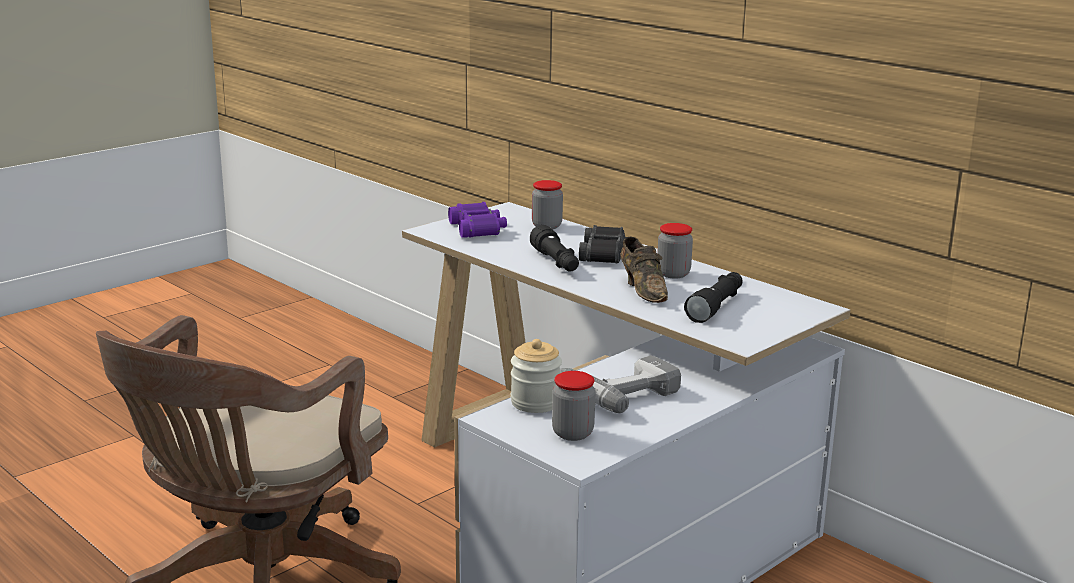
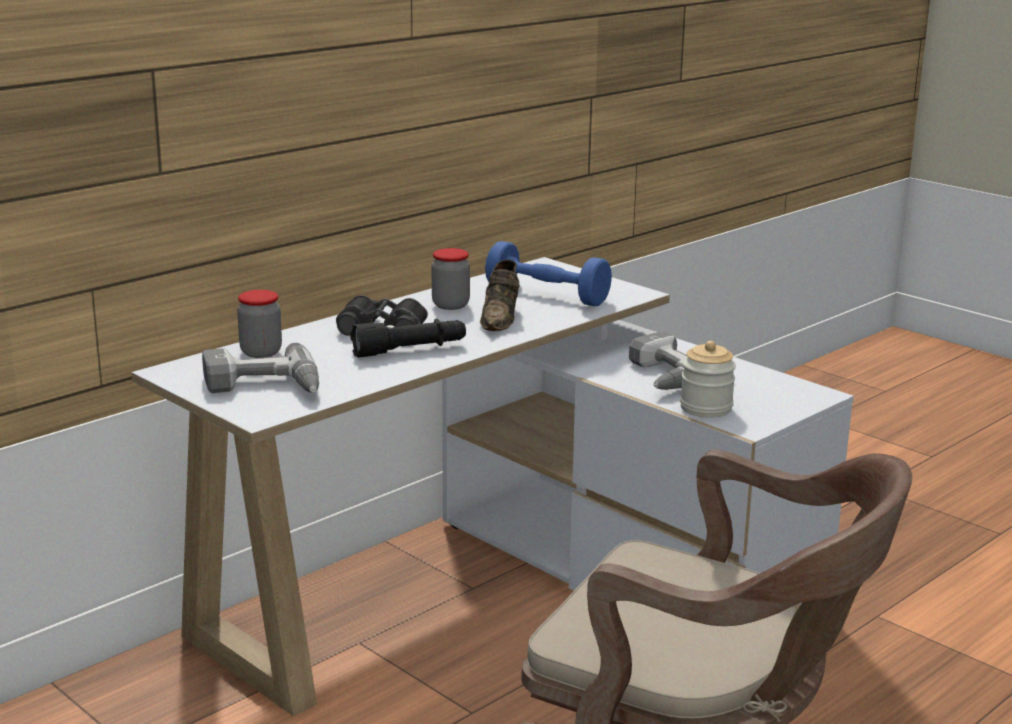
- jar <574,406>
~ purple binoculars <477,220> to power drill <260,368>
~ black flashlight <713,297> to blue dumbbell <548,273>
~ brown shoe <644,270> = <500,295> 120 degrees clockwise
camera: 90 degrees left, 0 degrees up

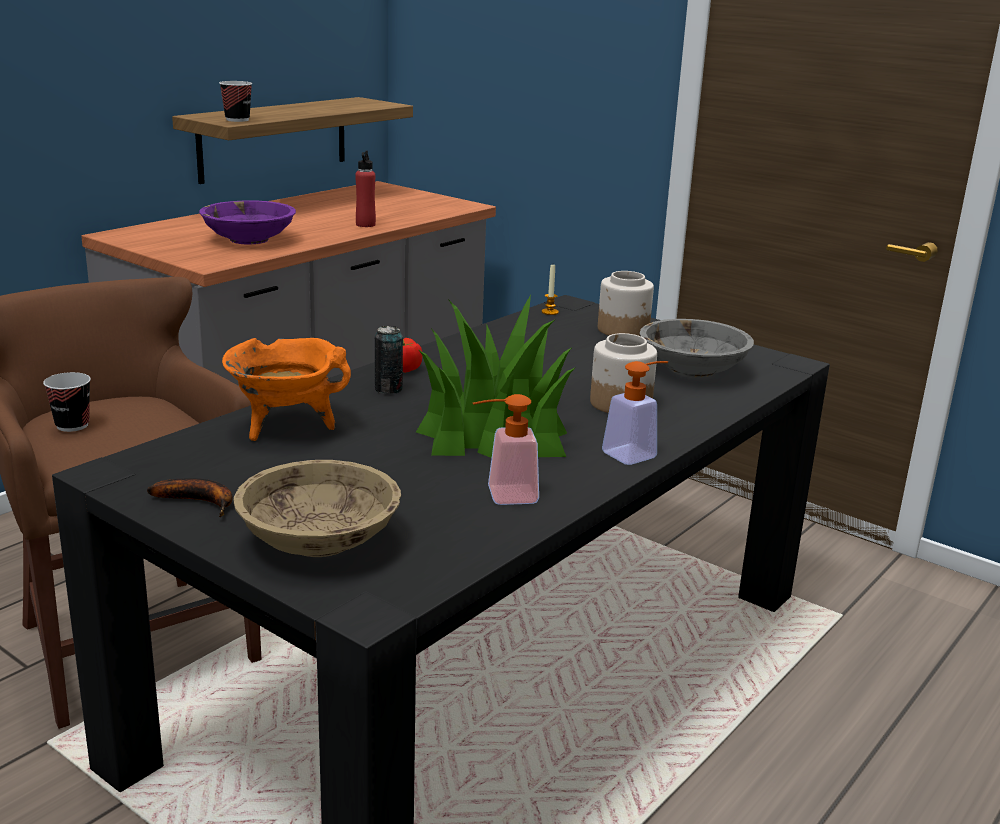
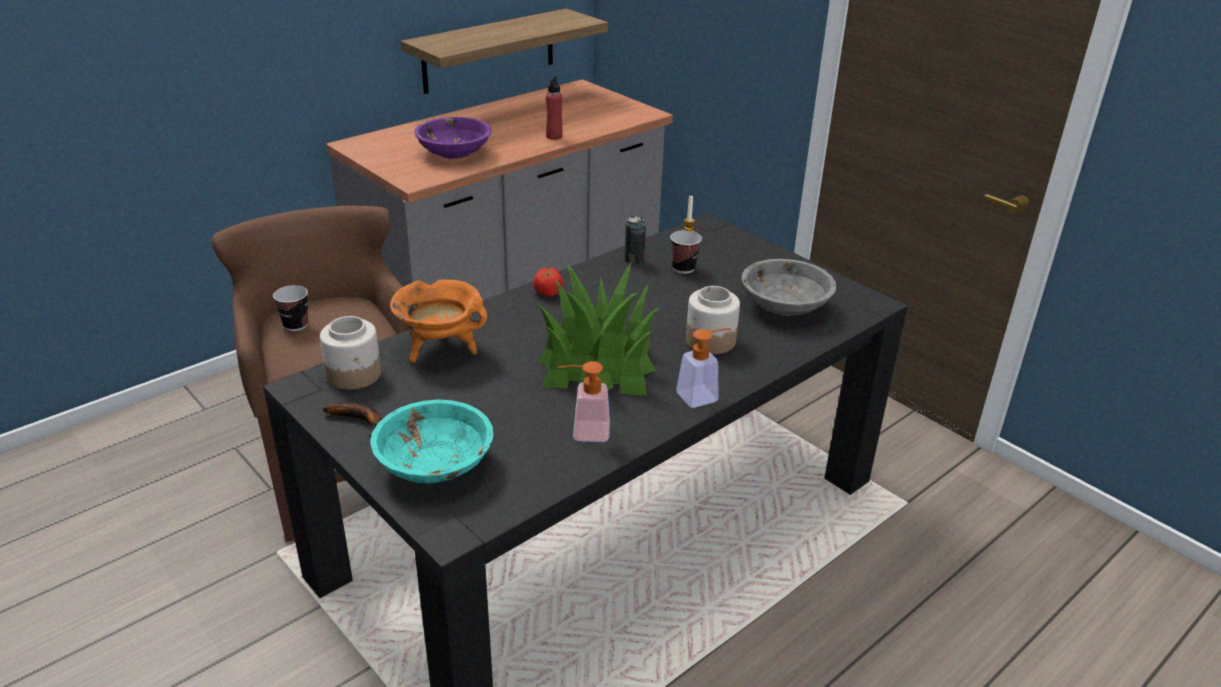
~ cup <235,101> to <686,252>
~ can <389,360> to <635,240>
~ jar <626,303> to <350,353>
~ beige bowl <317,508> to turquoise bowl <431,441>
camera: 10 degrees right, 10 degrees up

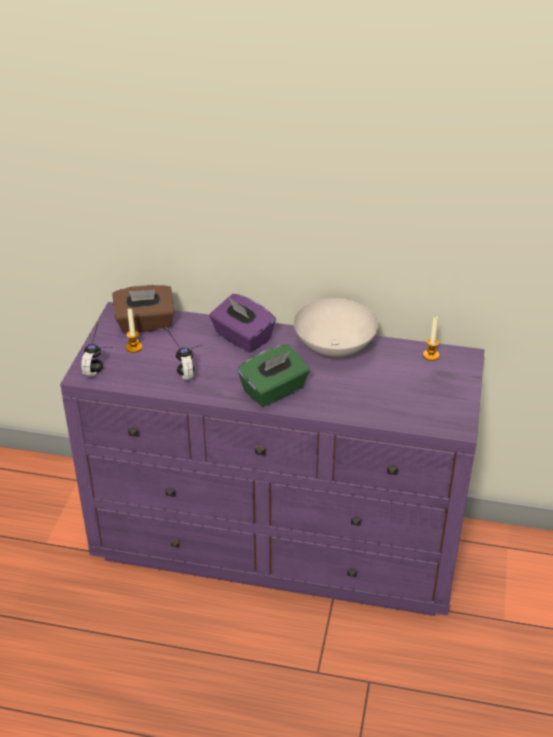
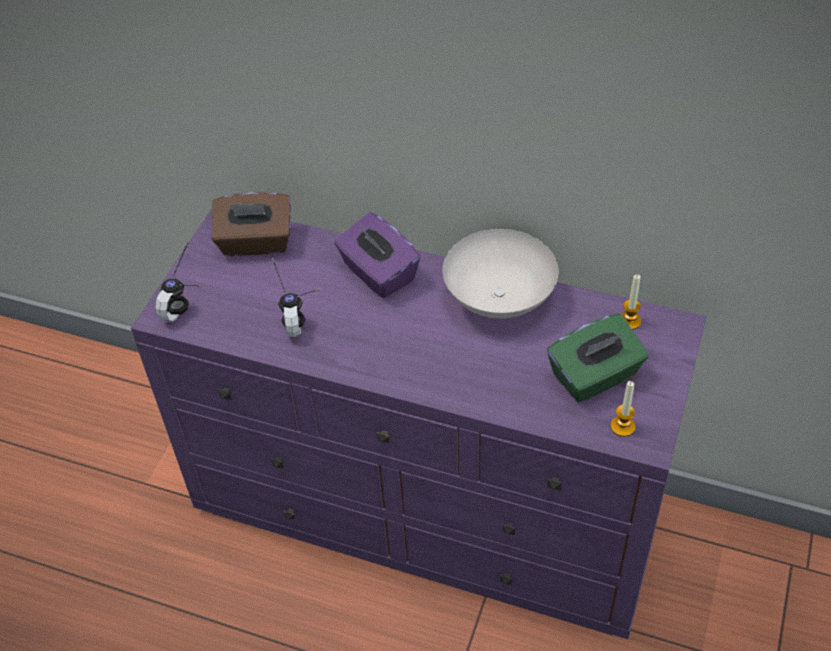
~ candle <134,331> to <623,409>
~ green tissue box <273,375> to <597,358>
camera: 10 degrees right, 10 degrees up

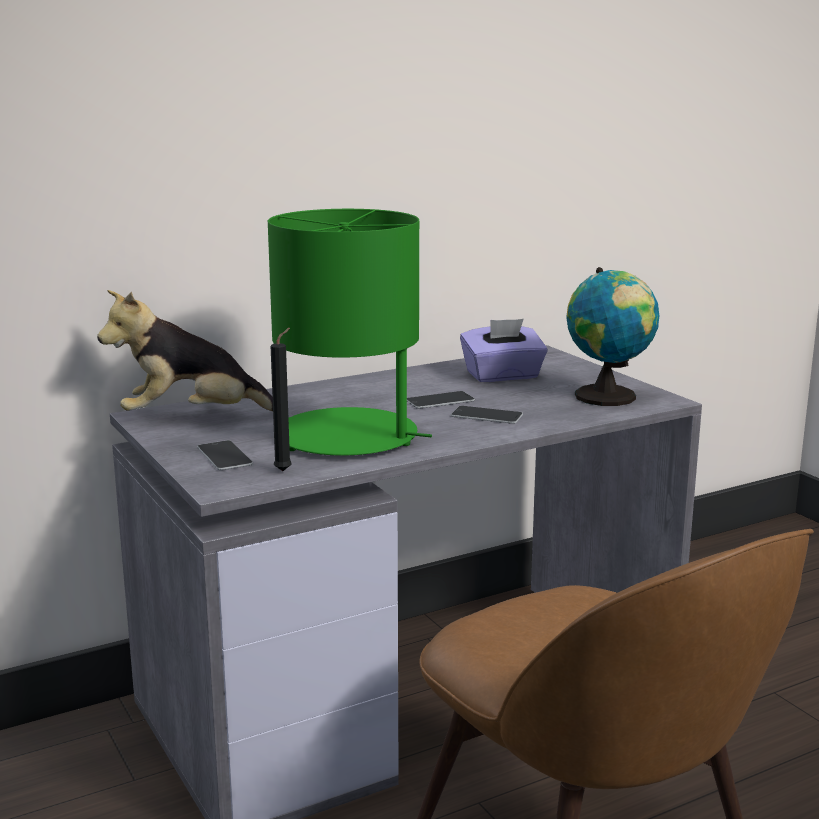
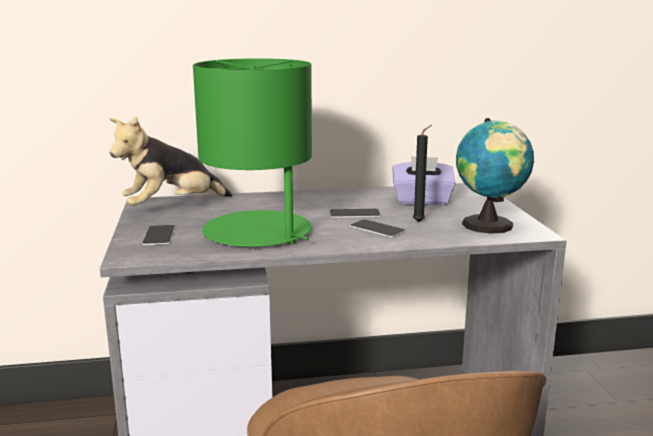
~ black candle <281,399> to <422,173>
~ plush toy <185,350> = <170,161> 45 degrees counterclockwise
camera: 20 degrees right, 0 degrees up

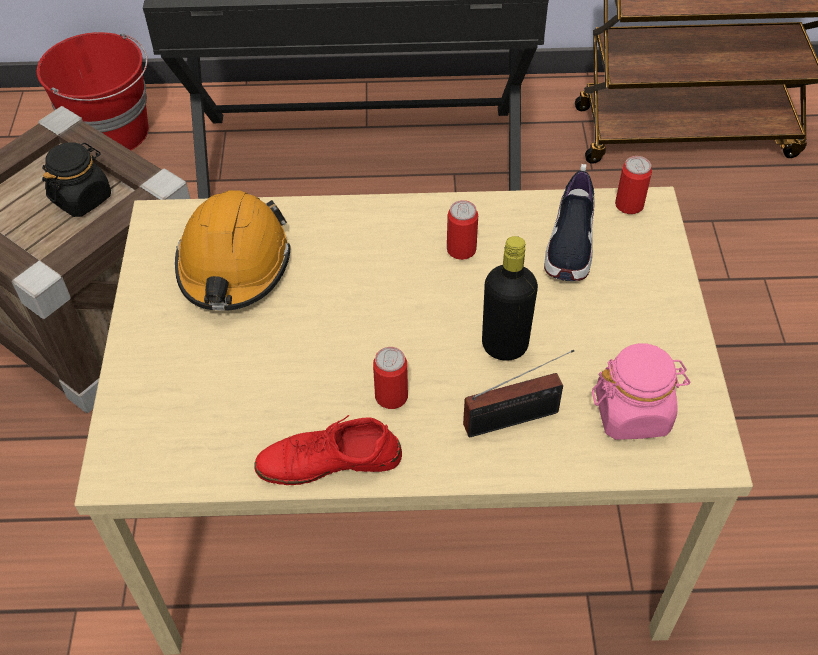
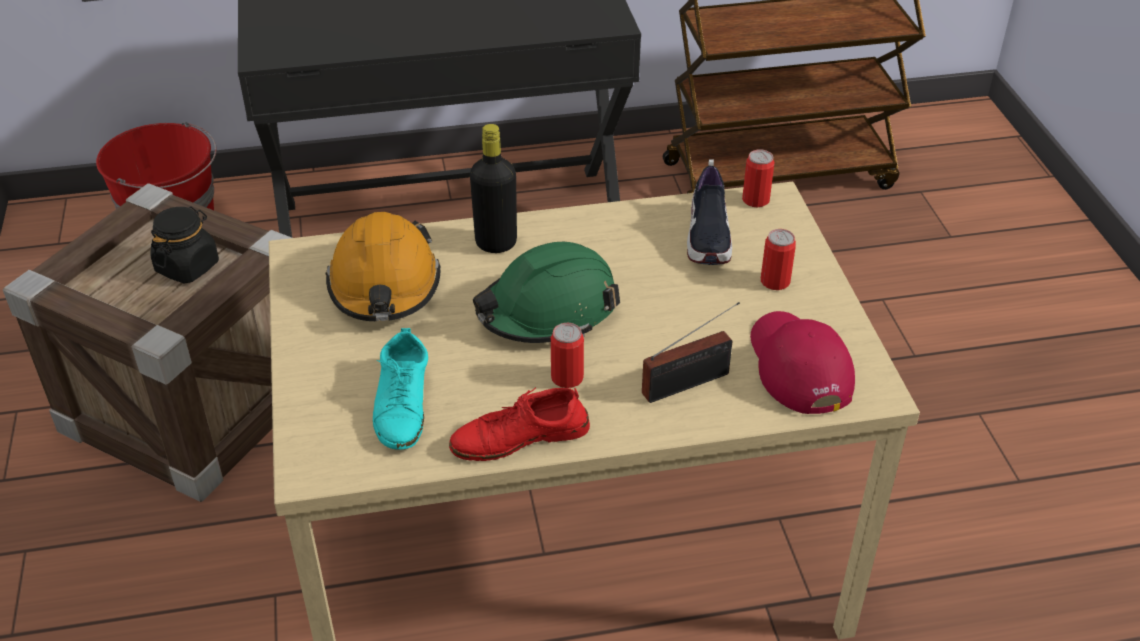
+ turquoise shoe <400,389>
+ green hard hat <546,292>
~ can <462,230> to <778,259>
~ black bottle <510,298> to <493,188>
~ pink jar <641,391> to red cap <802,362>
camera: 10 degrees left, 10 degrees down

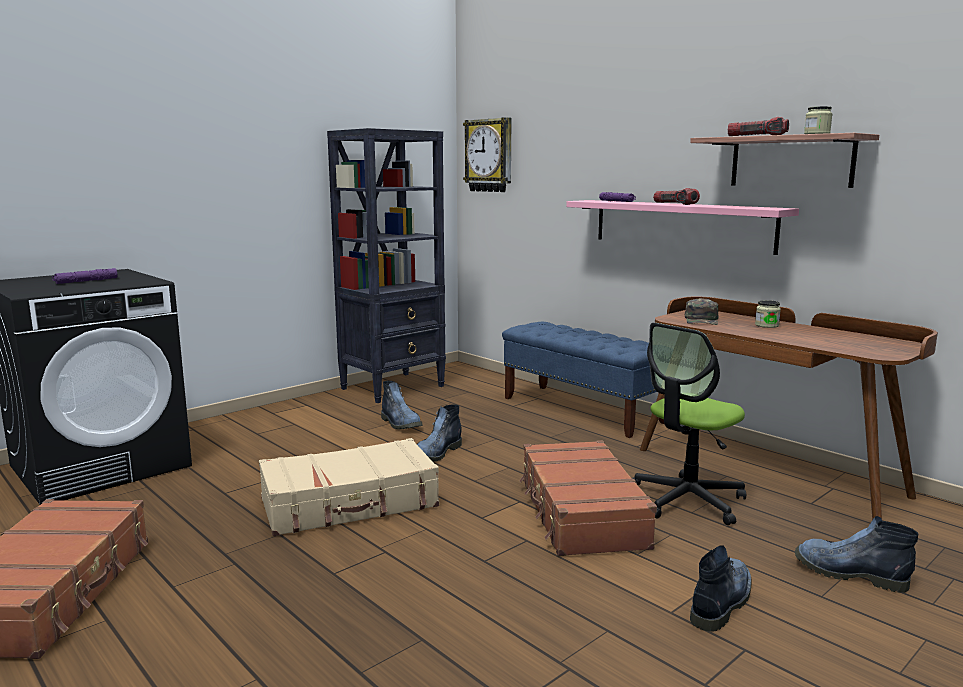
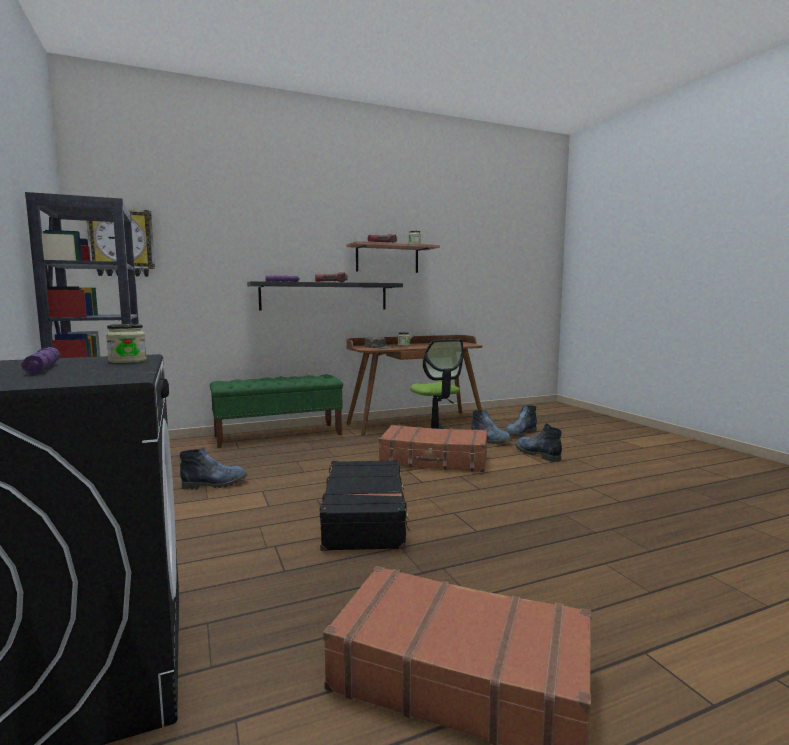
+ jar <126,343>
~ boot <439,433> to <491,427>
~ beige suitcase <349,487> to black suitcase <366,505>
~ blue bench <583,379> to green bench <276,411>
~ pink shelf <682,227> to black shelf <325,296>
camera: 70 degrees left, 5 degrees down

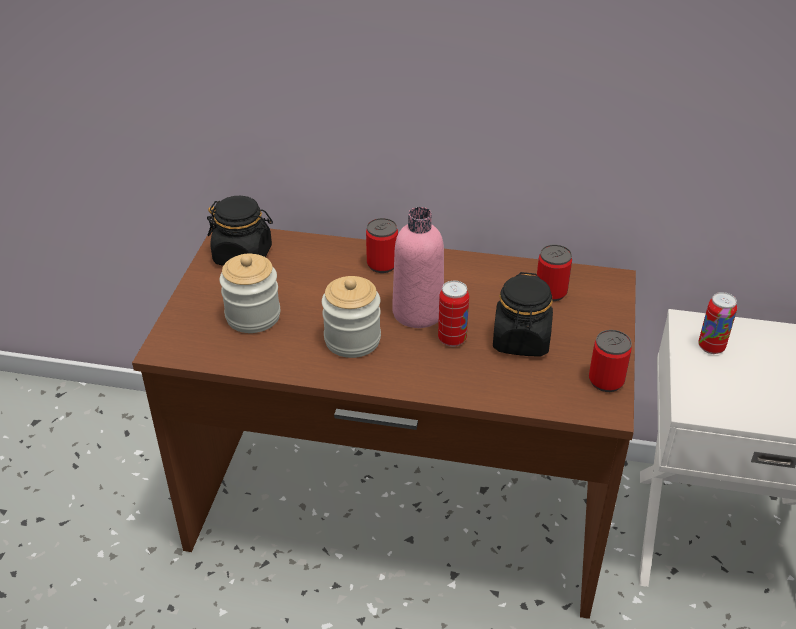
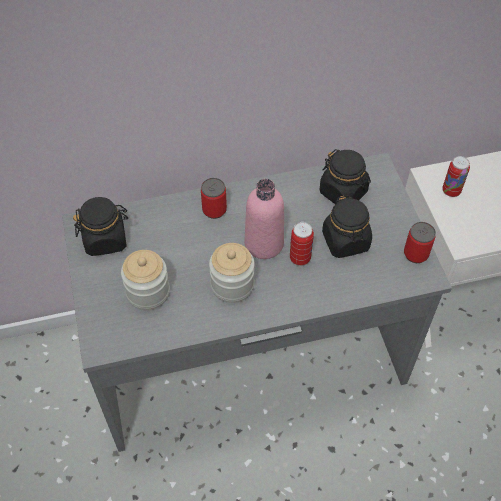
~ can <554,273> to black jar <345,176>
~ brown desk <384,424> to grey desk <257,302>
camera: 25 degrees left, 15 degrees up

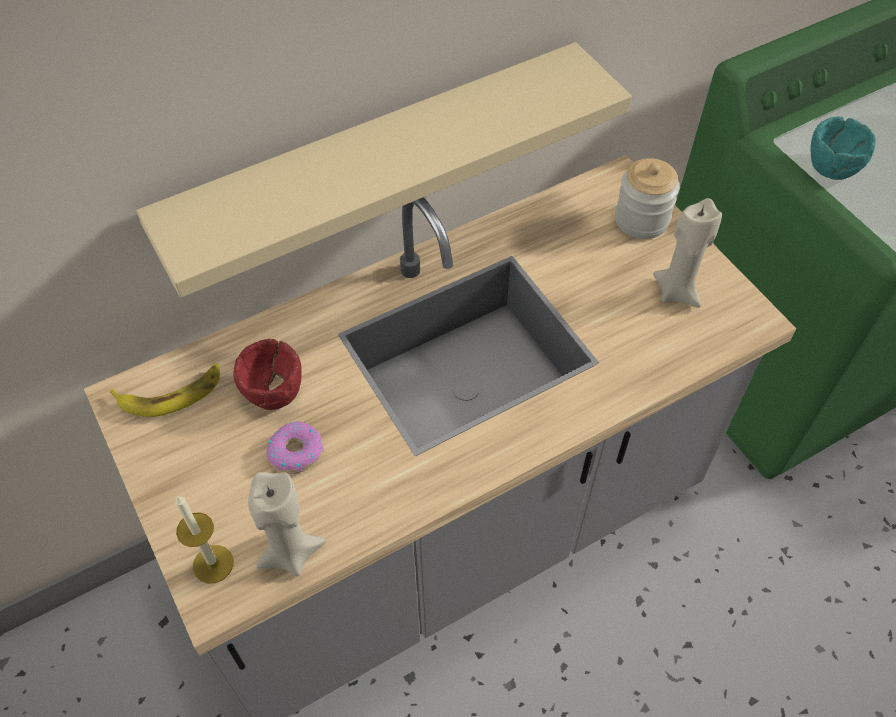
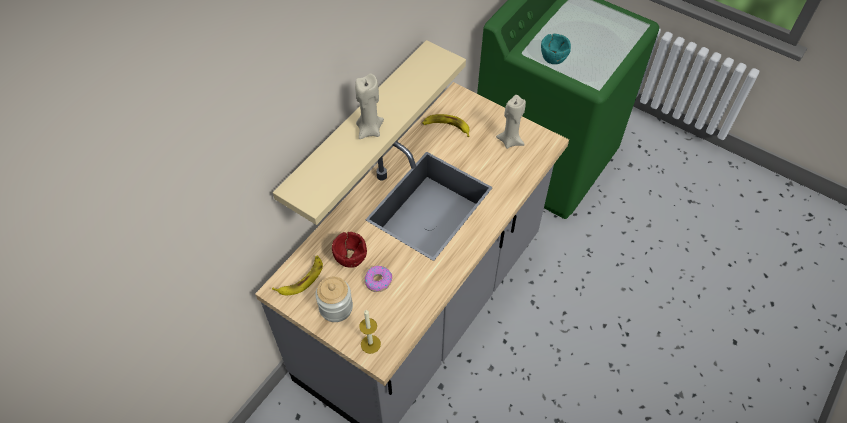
+ banana <446,125>
~ beige candle <287,524> to <369,106>
~ jar <647,198> to <334,299>
camera: 25 degrees left, 0 degrees up

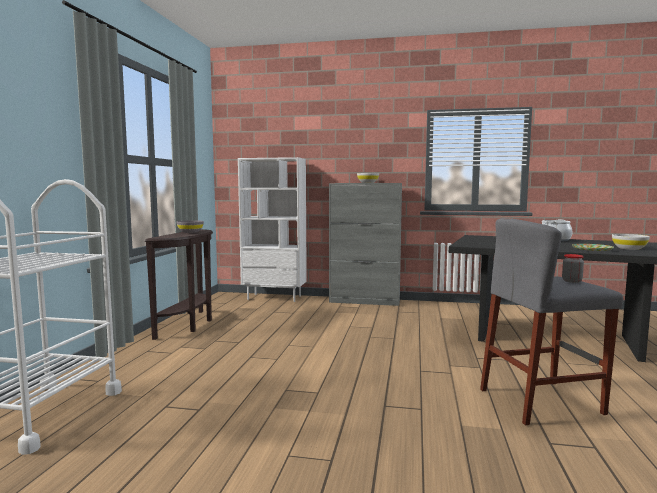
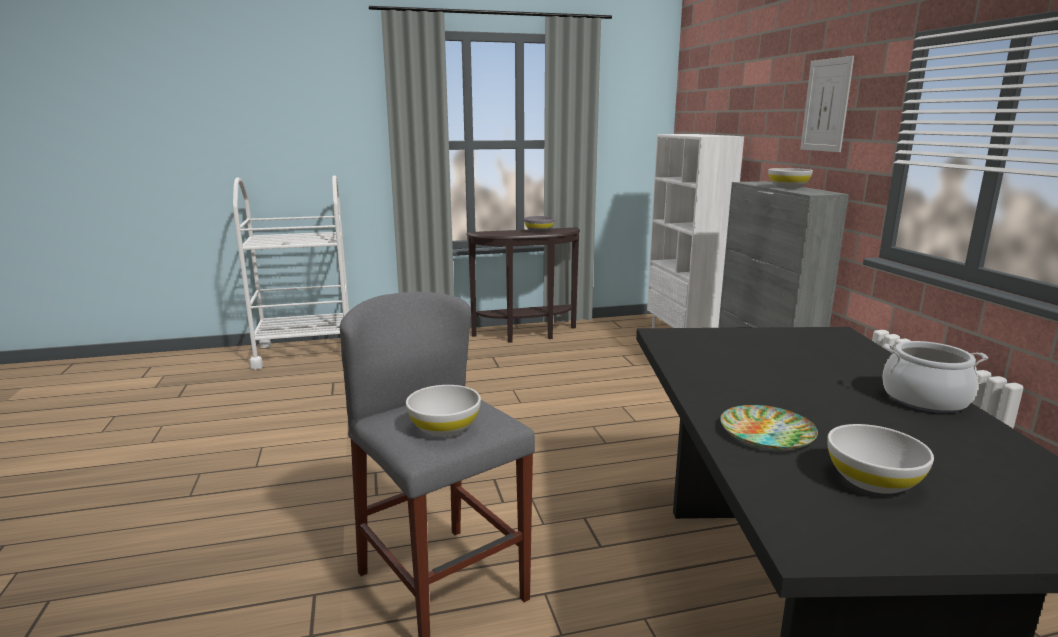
+ picture <827,104>
~ jar <573,268> to white bowl <443,410>
camera: 65 degrees right, 10 degrees up

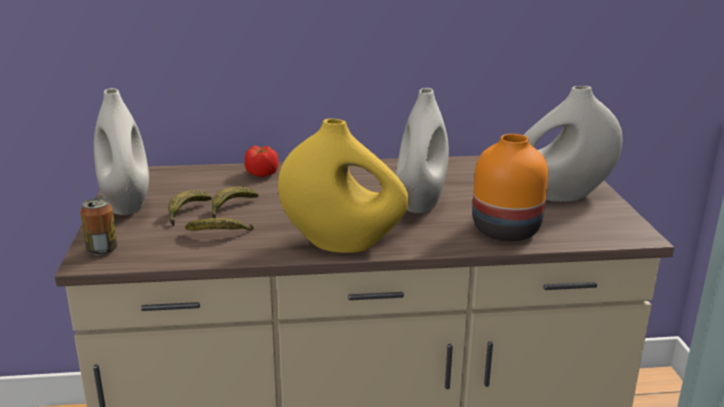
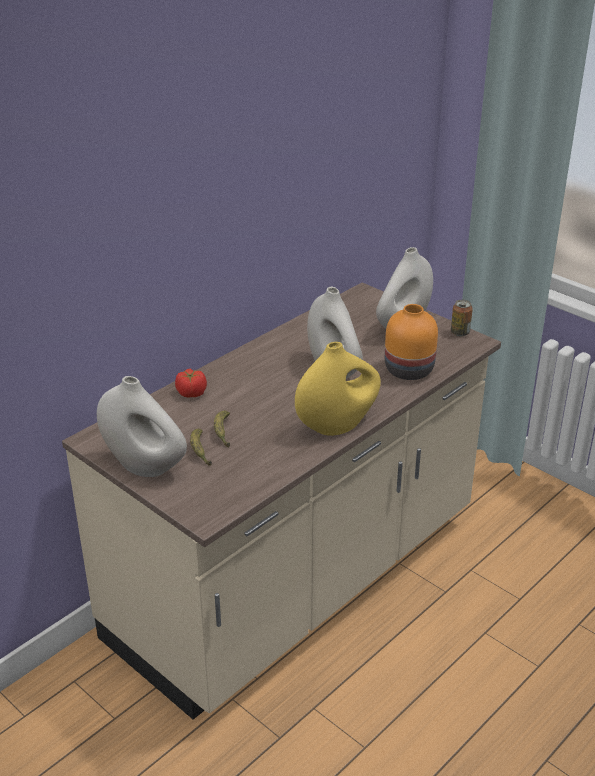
- banana <219,224>
~ can <99,226> to <462,318>
camera: 40 degrees left, 10 degrees up

